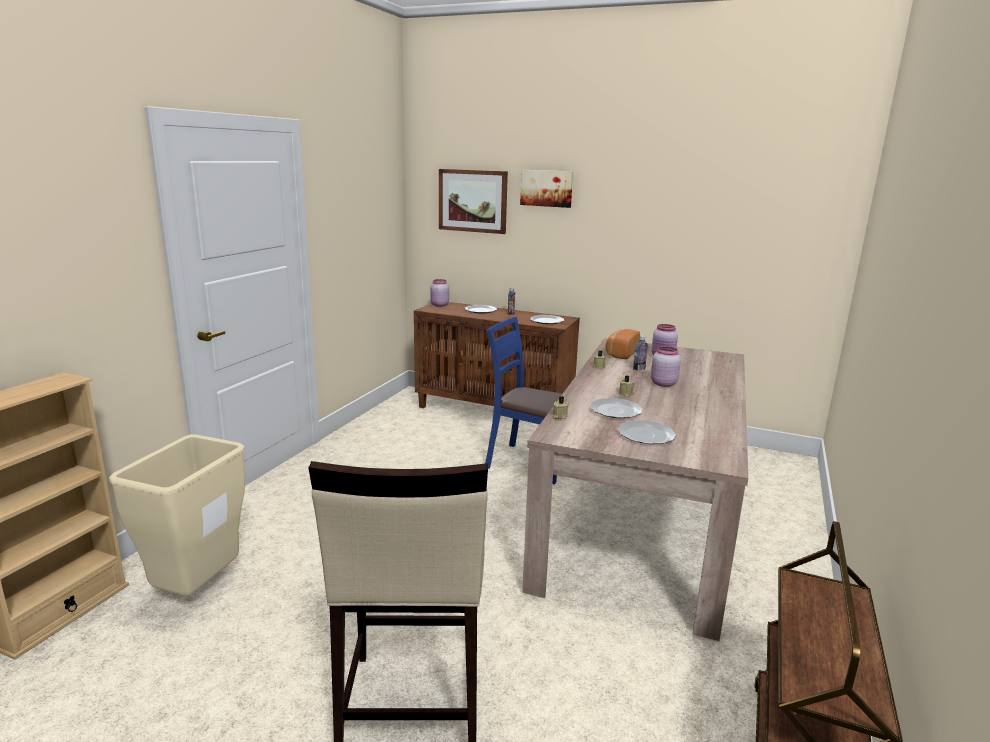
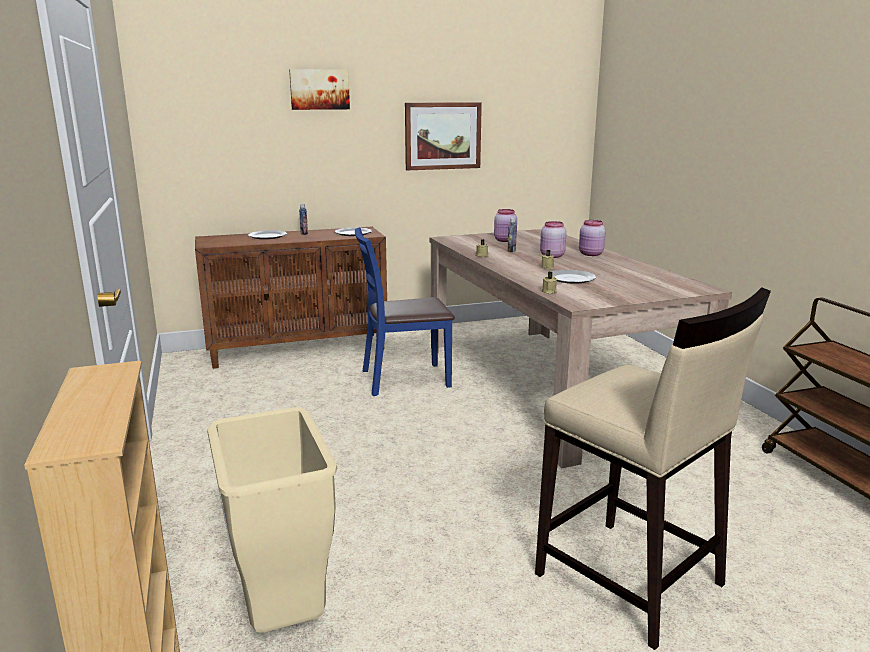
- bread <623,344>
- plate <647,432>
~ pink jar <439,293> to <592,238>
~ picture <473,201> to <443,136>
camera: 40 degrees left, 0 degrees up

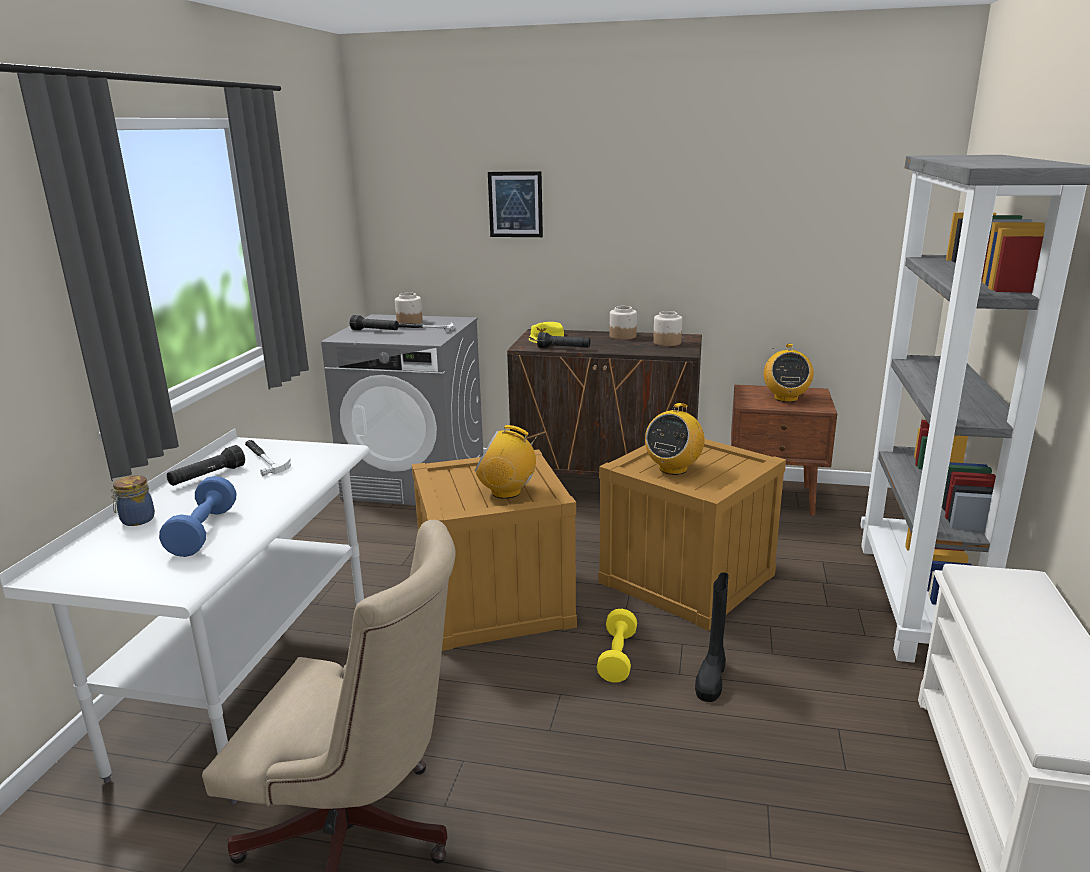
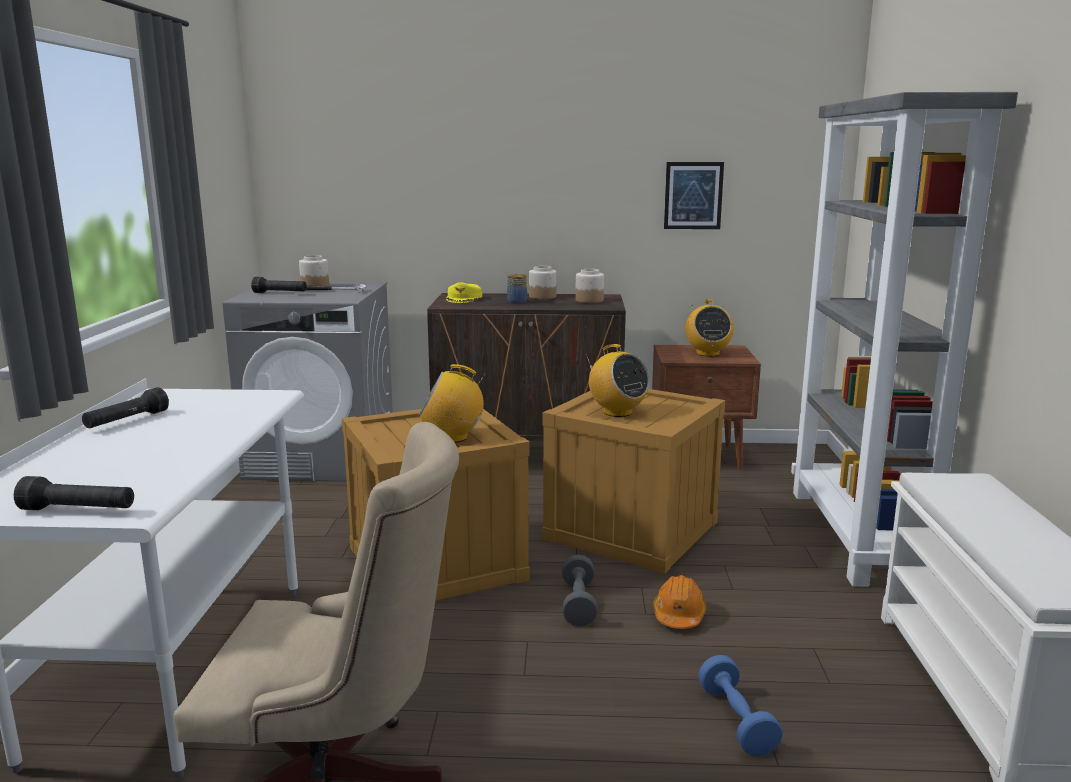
- hammer <268,458>
~ jar <132,500> to <517,289>
~ blue dumbbell <197,516> to <740,705>
~ picture <515,204> to <694,195>
~ black flashlight <563,340> to <74,493>
~ black boot <712,637> to orange hard hat <679,602>
~ yellow dumbbell <617,646> to grey dumbbell <580,591>
~ radio <675,439> = <618,380> 60 degrees counterclockwise
camera: 10 degrees left, 5 degrees down

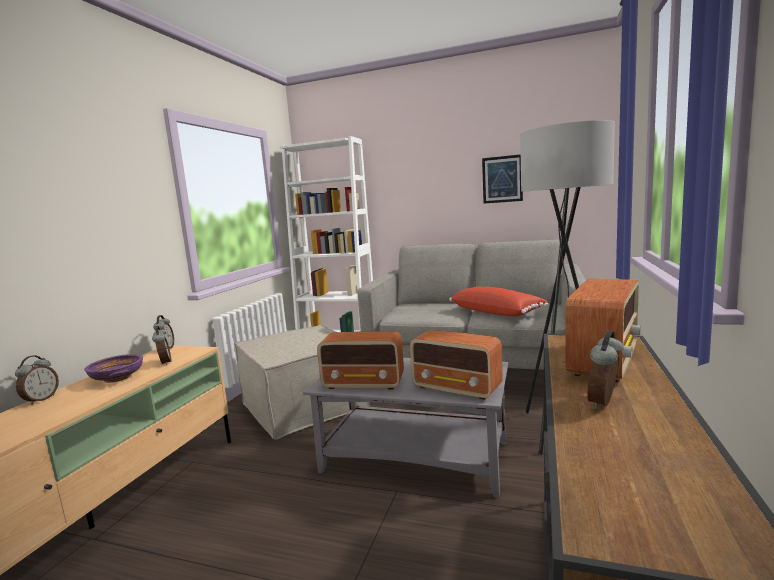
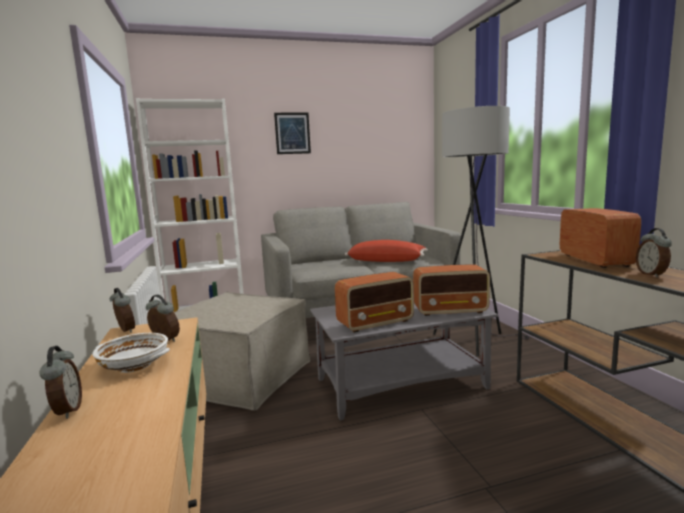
~ picture <502,179> to <292,133>
~ purple bowl <113,368> to white bowl <131,353>
camera: 35 degrees left, 0 degrees up

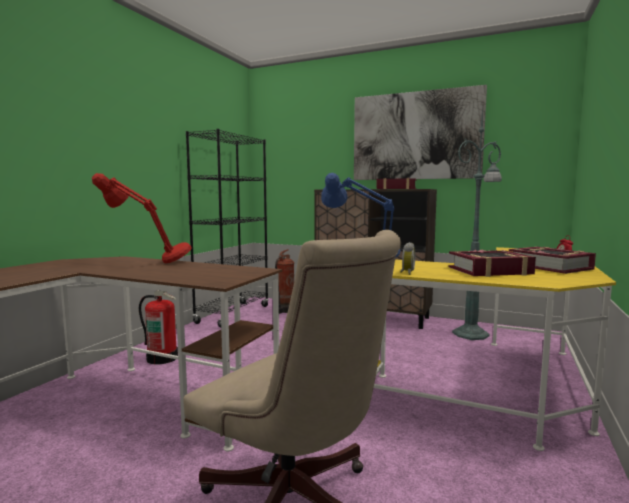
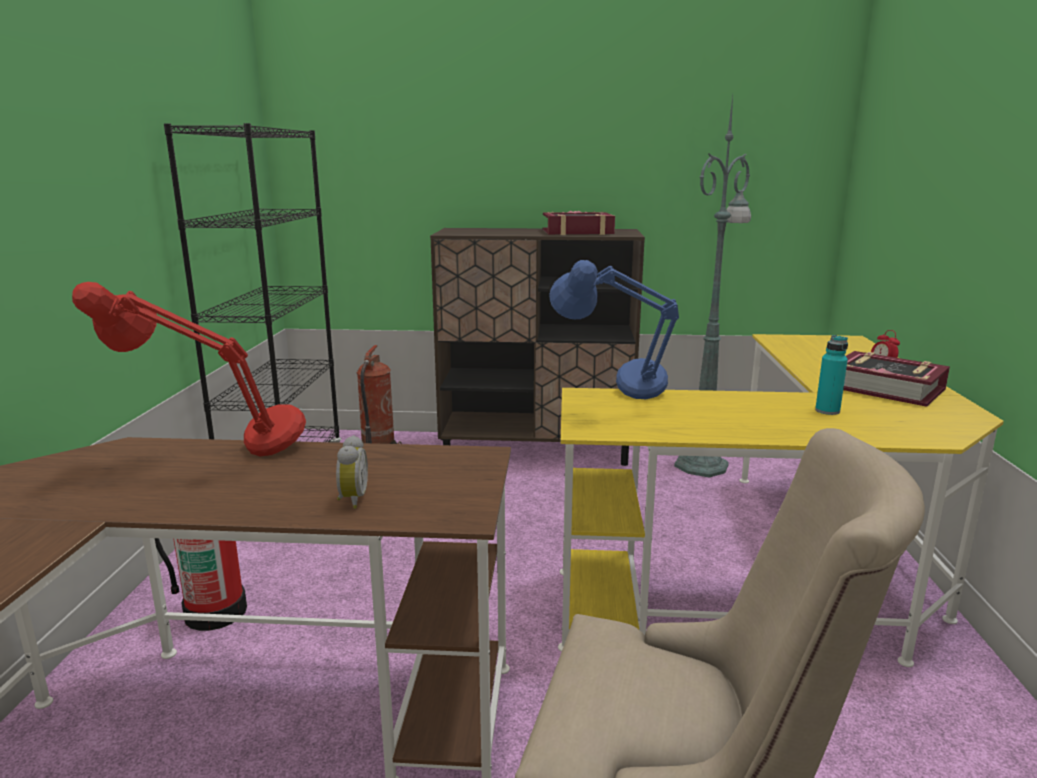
- picture <420,132>
~ alarm clock <407,258> to <352,472>
~ book <492,263> to turquoise bottle <831,375>
camera: 20 degrees left, 10 degrees up

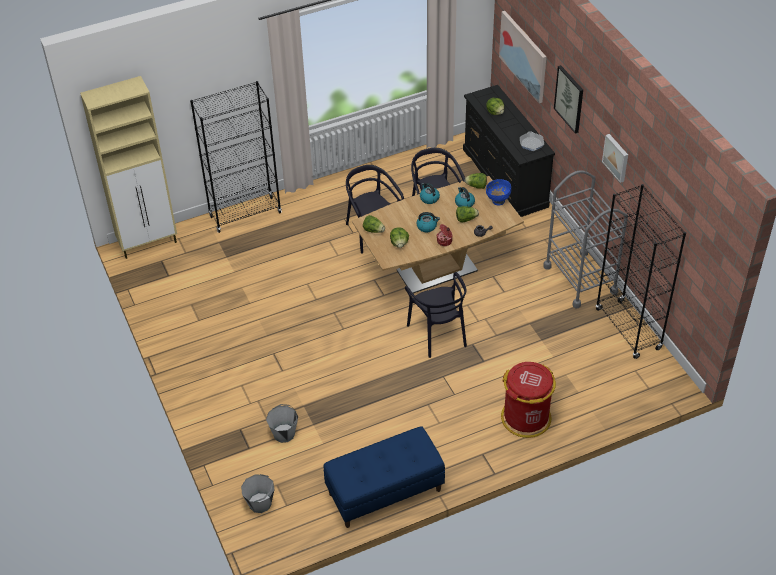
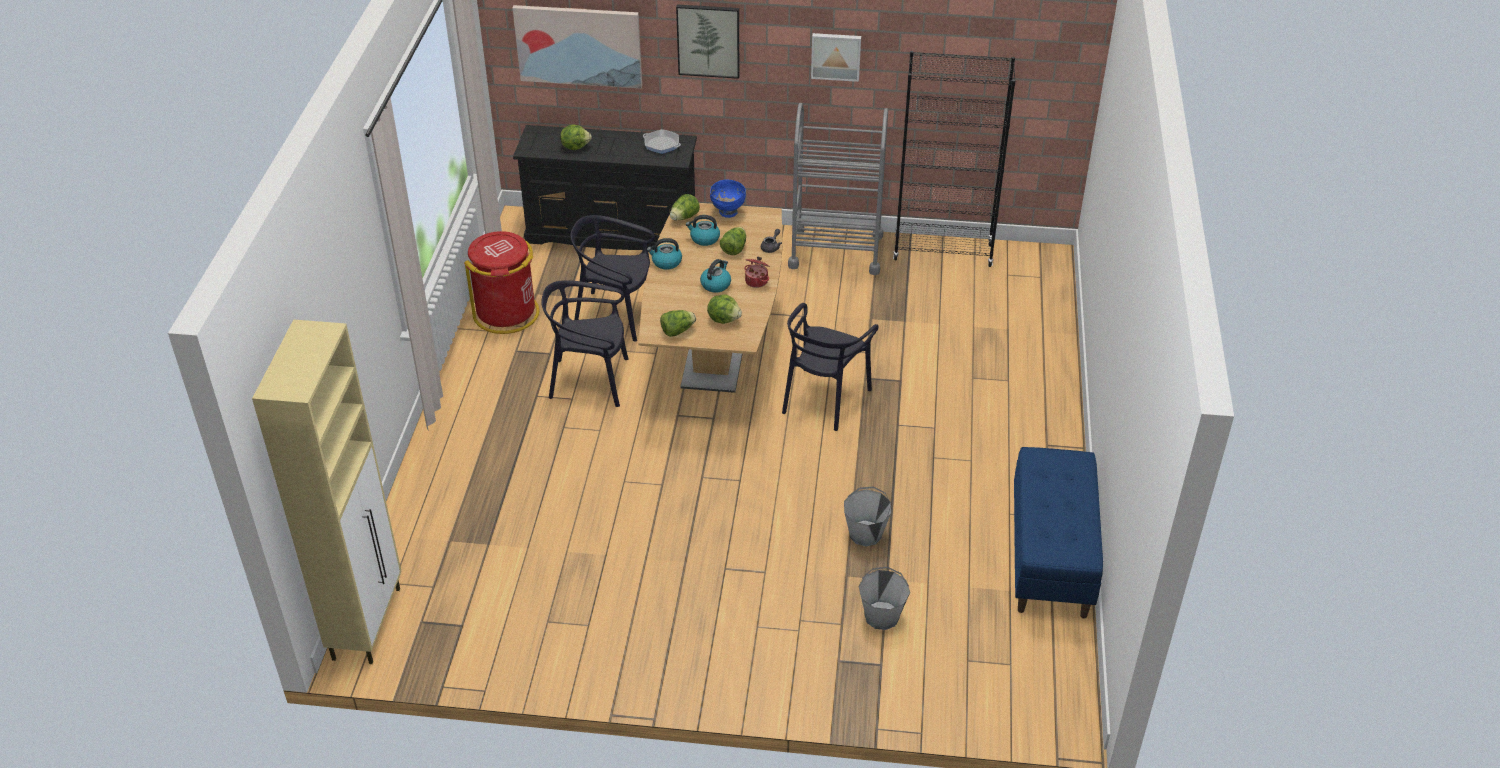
- black bookcase <236,157>
~ grey bucket <257,493> to <867,516>
~ red trash can <528,400> to <501,282>
~ black chair <436,315> = <830,367> 105 degrees clockwise
camera: 60 degrees left, 5 degrees down

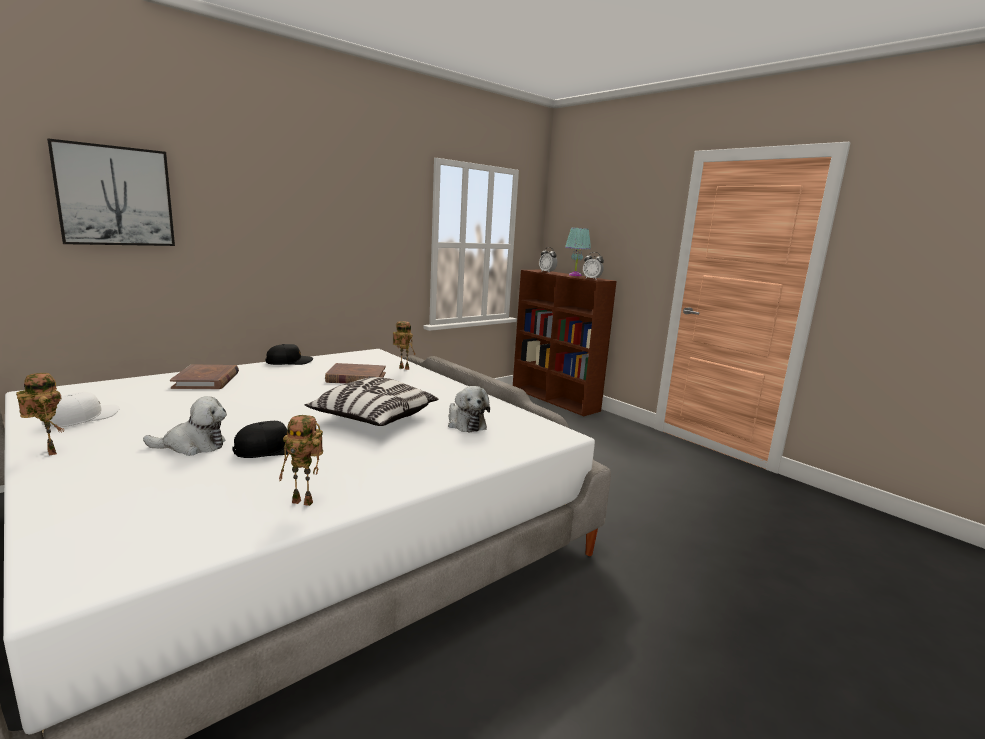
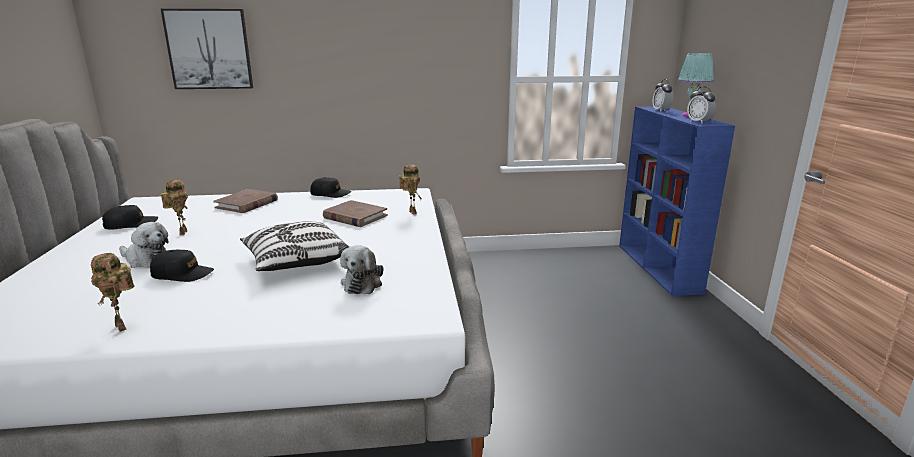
~ toy robot <40,414> to <174,207>
~ white cap <80,409> to black cap <130,217>
~ brown bookcase <565,343> to blue bookcase <677,201>
camera: 35 degrees right, 5 degrees up

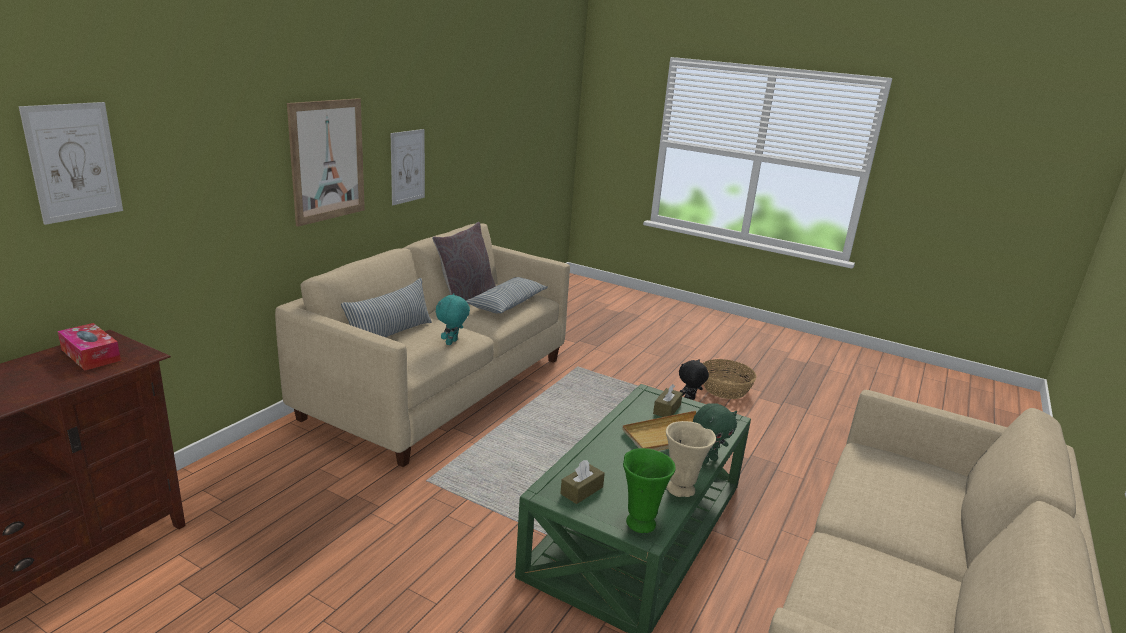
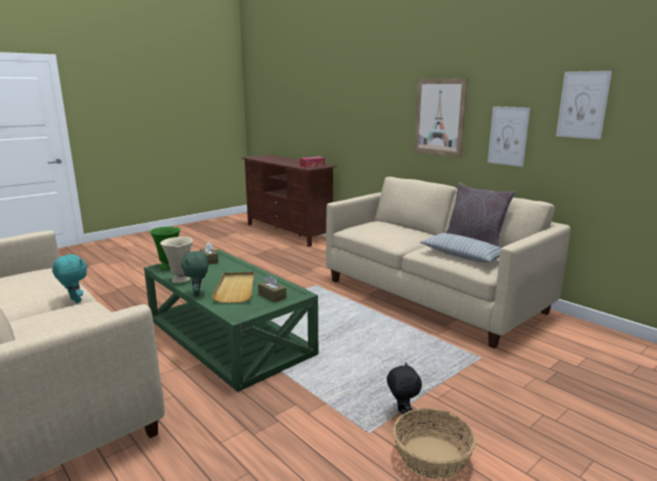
- pillow <386,307>
~ picture <71,163> to <584,105>
~ turquoise plush toy <453,319> to <69,278>
camera: 110 degrees right, 5 degrees down

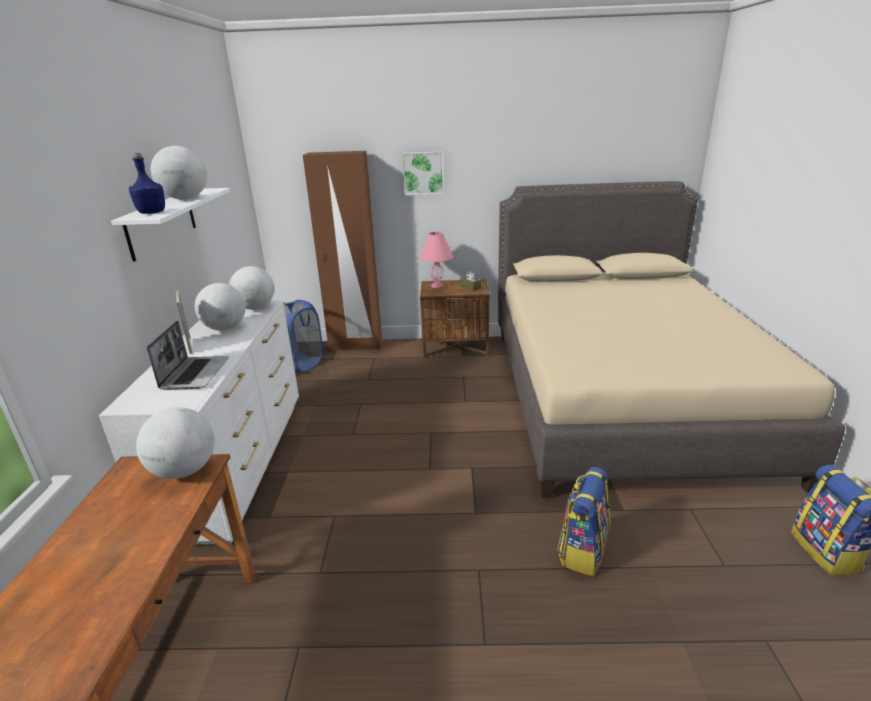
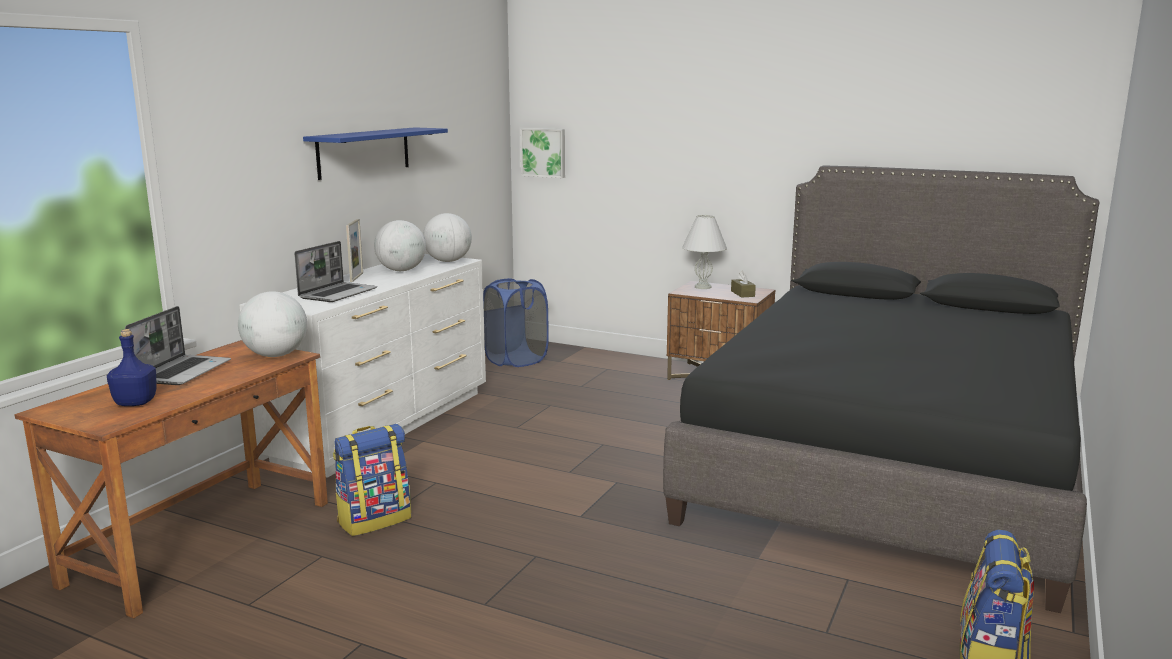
- globe <179,173>
- brown wardrobe <342,251>
+ laptop <178,345>
~ blue bottle <147,183> to <132,367>
~ picture <423,173> to <542,153>
~ backpack <584,521> to <372,480>
~ white shelf <170,225> to blue shelf <375,153>
~ pink table lamp <436,260> to white table lamp <704,251>
~ beige bed <671,339> to black bed <881,389>
camera: 25 degrees right, 10 degrees down

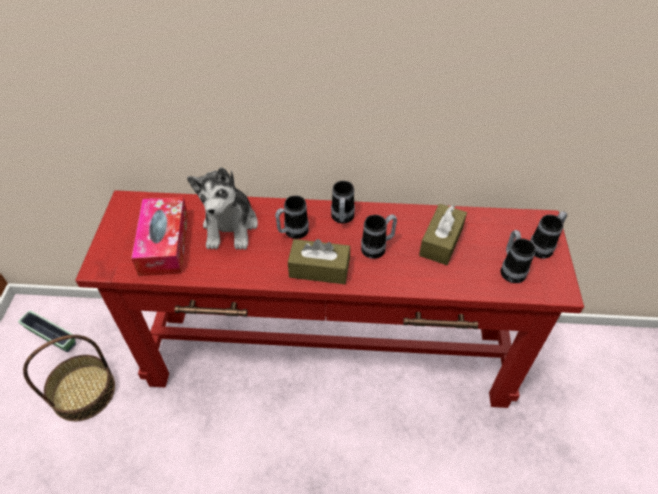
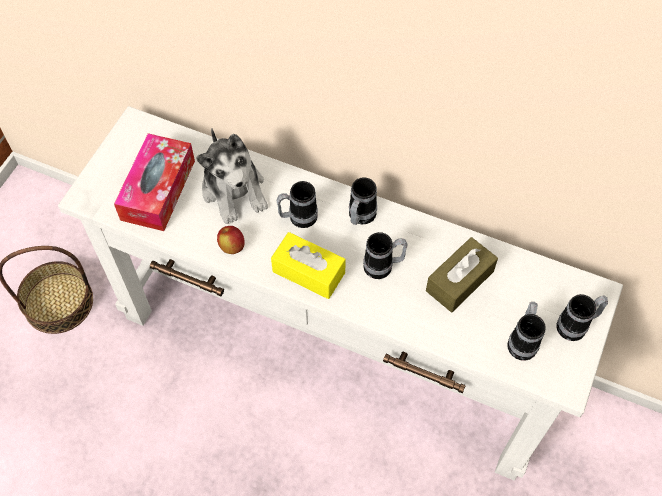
- planter <47,331>
+ apple <231,240>
~ red console table <329,299> to white console table <340,293>
~ brown tissue box <319,261> to yellow tissue box <308,265>
~ plush toy <222,208> = <232,176> 45 degrees counterclockwise
camera: 20 degrees right, 10 degrees up

